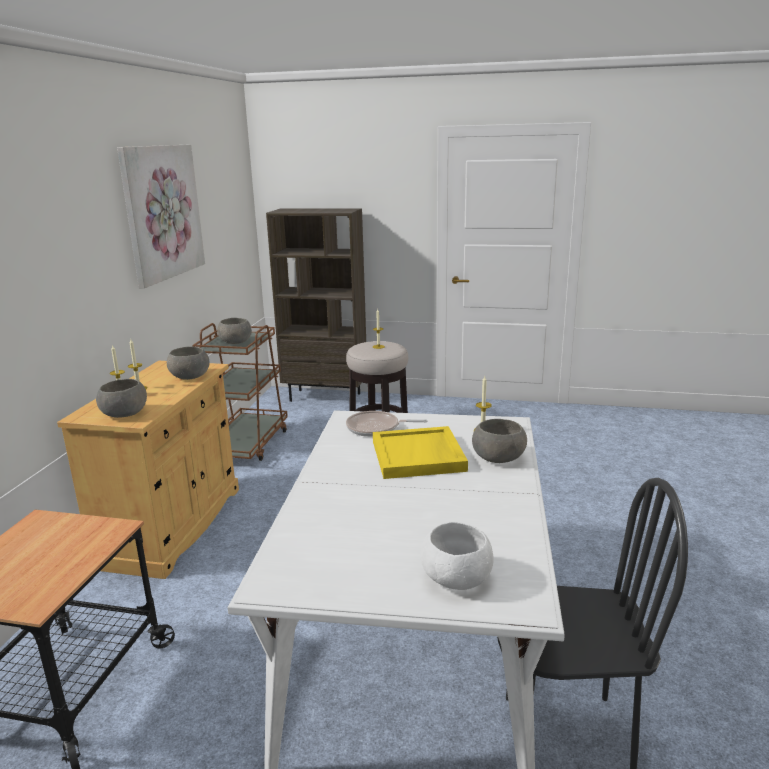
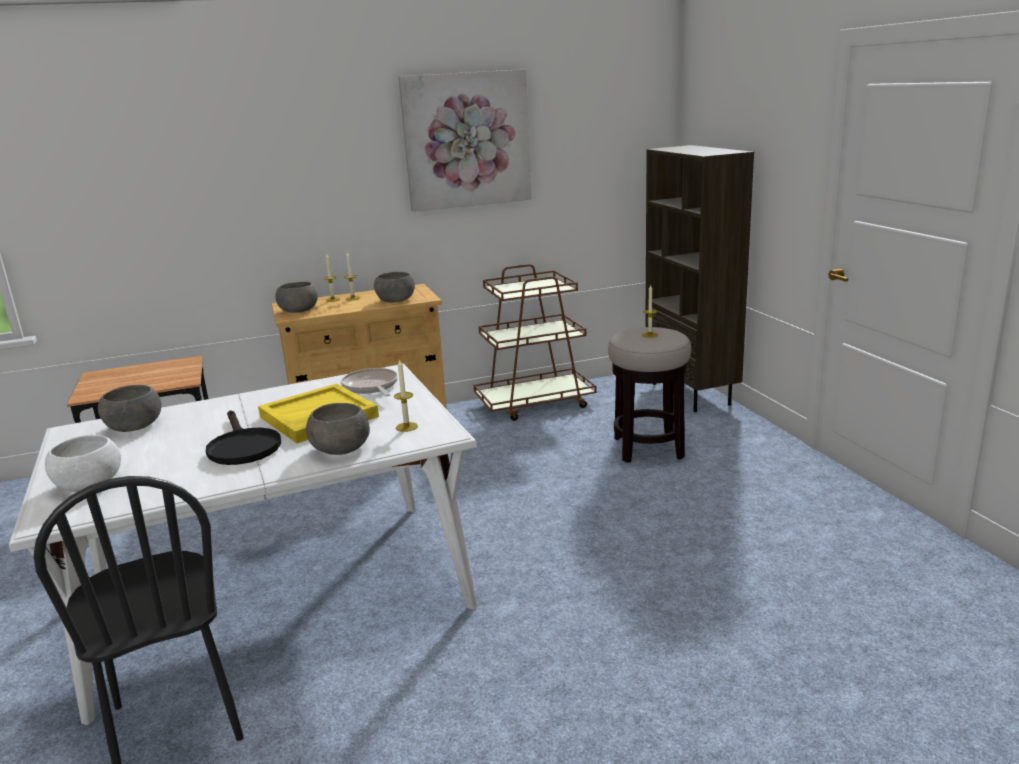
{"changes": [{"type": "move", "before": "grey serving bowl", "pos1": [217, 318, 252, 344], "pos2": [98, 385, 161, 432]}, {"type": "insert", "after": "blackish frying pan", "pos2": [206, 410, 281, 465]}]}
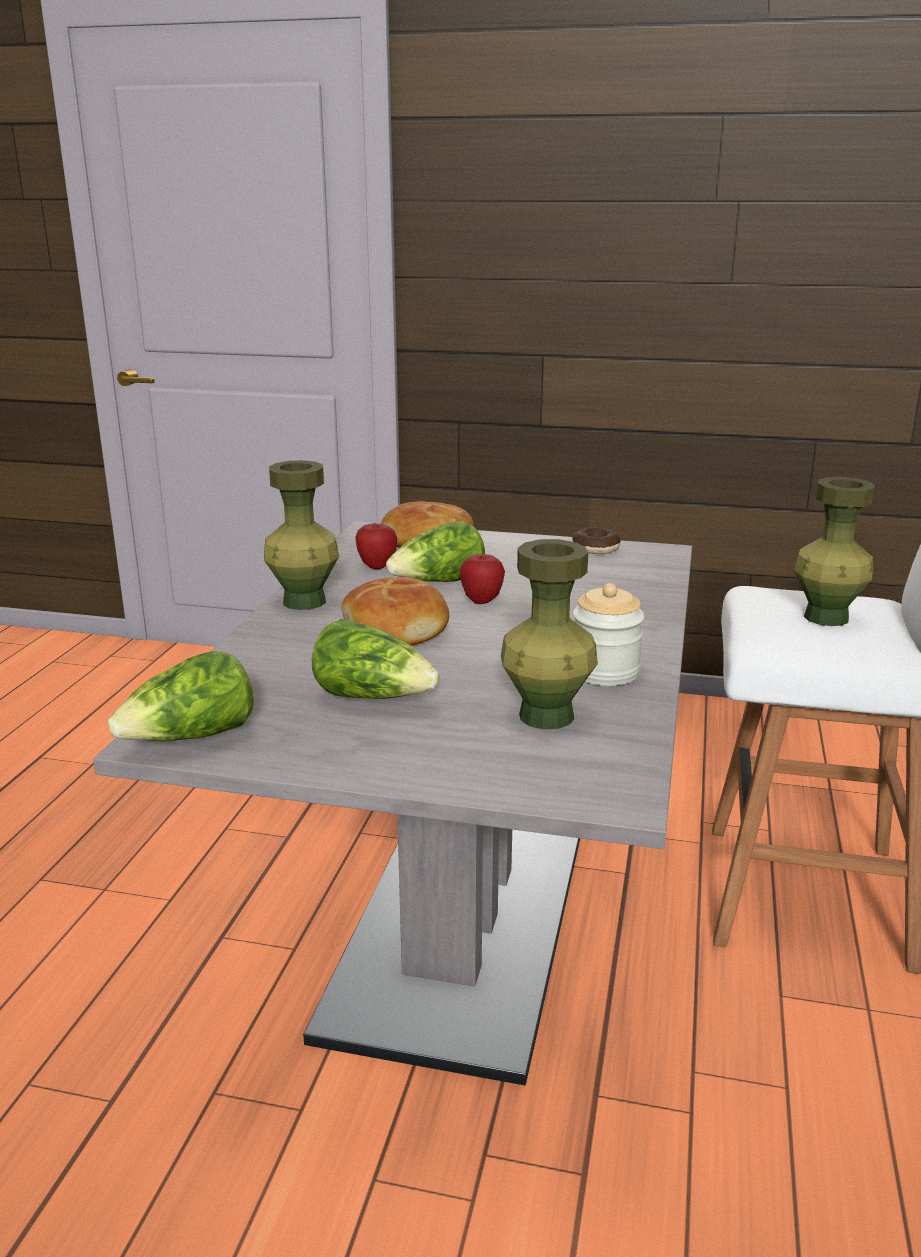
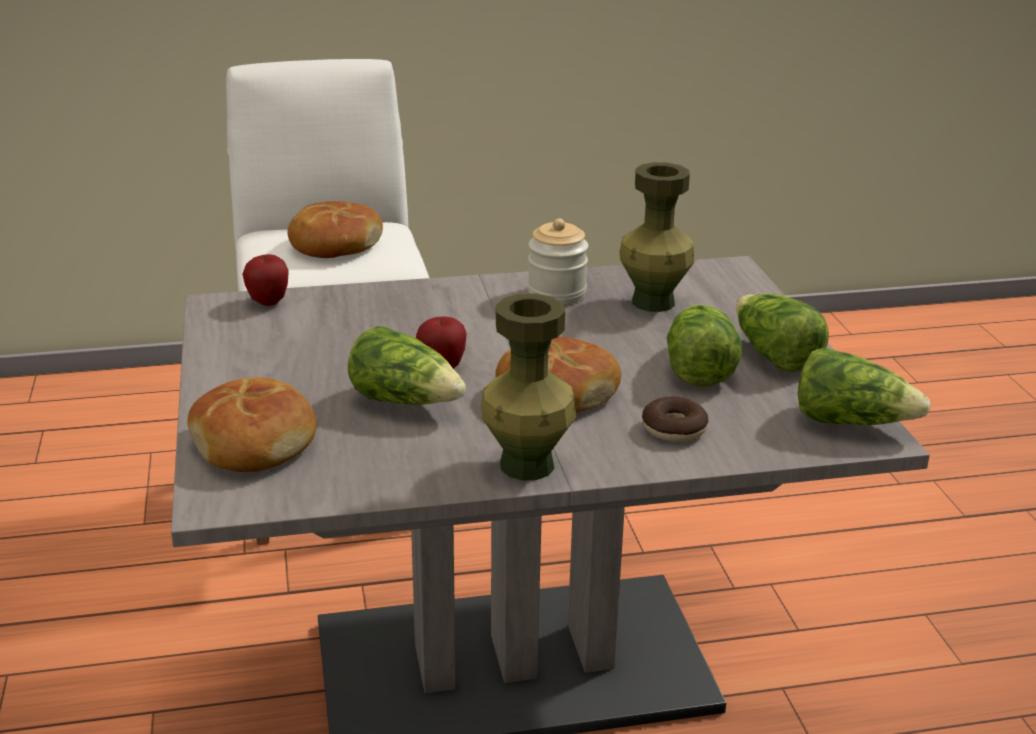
{"changes": [{"type": "move", "before": "apple", "pos1": [356, 523, 397, 569], "pos2": [242, 254, 289, 306]}, {"type": "replace", "before": "green decorative vase", "after": "bakery bread", "pos1": [794, 477, 875, 626], "pos2": [287, 201, 383, 258]}, {"type": "move", "before": "donut", "pos1": [572, 527, 621, 554], "pos2": [642, 396, 708, 442]}, {"type": "insert", "after": "lettuce", "pos2": [736, 294, 829, 372]}]}
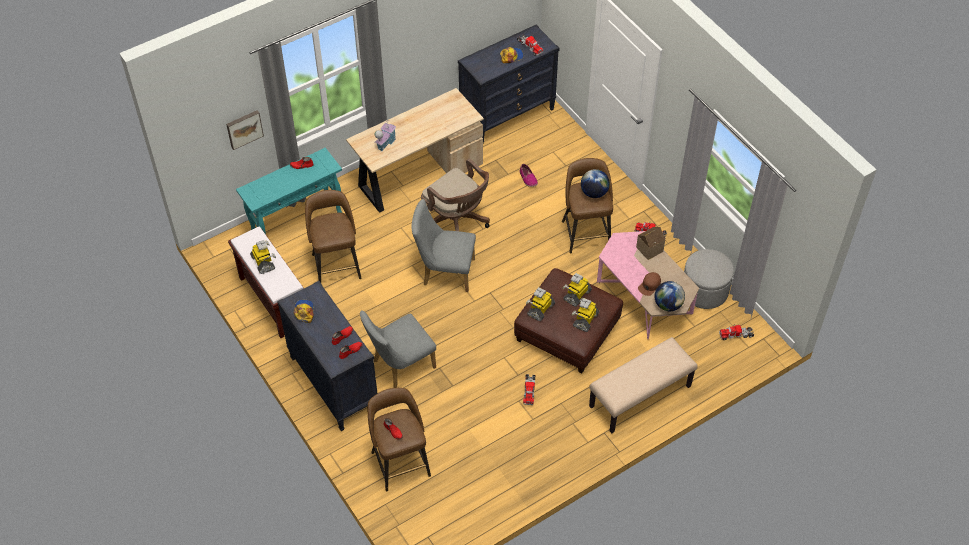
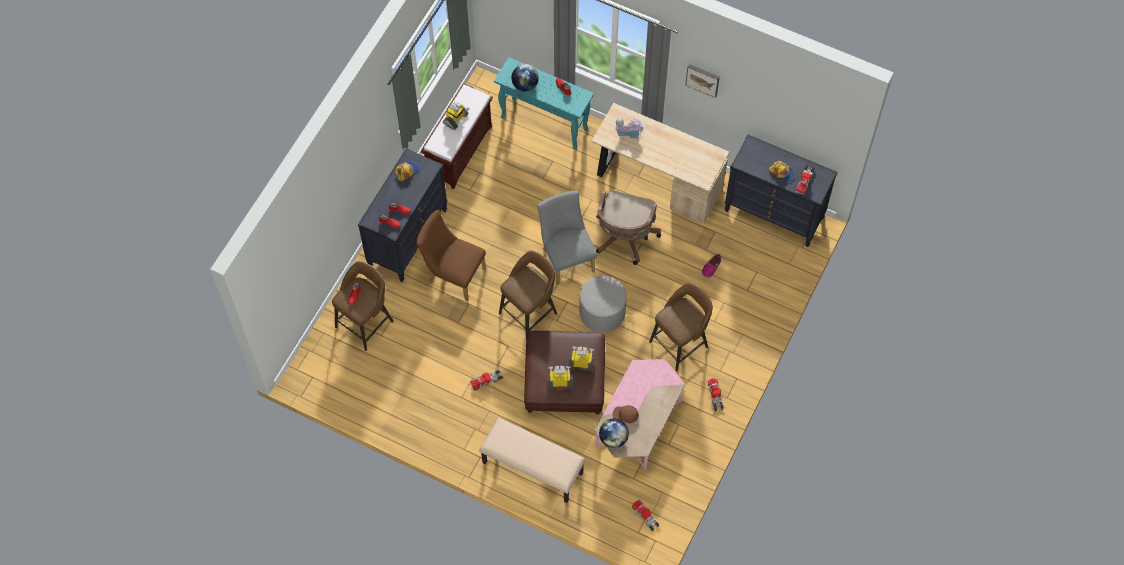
{"changes": [{"type": "recolor", "before": "grey plain chair", "after": "brown plain chair", "pos1": [360, 310, 436, 388], "pos2": [417, 210, 486, 301]}, {"type": "move", "before": "brown sitting stool", "pos1": [305, 190, 361, 283], "pos2": [499, 251, 557, 338]}, {"type": "move", "before": "globe", "pos1": [581, 169, 610, 198], "pos2": [511, 64, 539, 92]}, {"type": "move", "before": "grey footrest", "pos1": [684, 249, 734, 309], "pos2": [579, 276, 627, 332]}, {"type": "move", "before": "wall picture", "pos1": [226, 110, 264, 150], "pos2": [685, 64, 720, 98]}, {"type": "delete", "before": "robot figure", "pos1": [526, 287, 555, 321]}, {"type": "delete", "before": "model house", "pos1": [636, 227, 665, 260]}]}
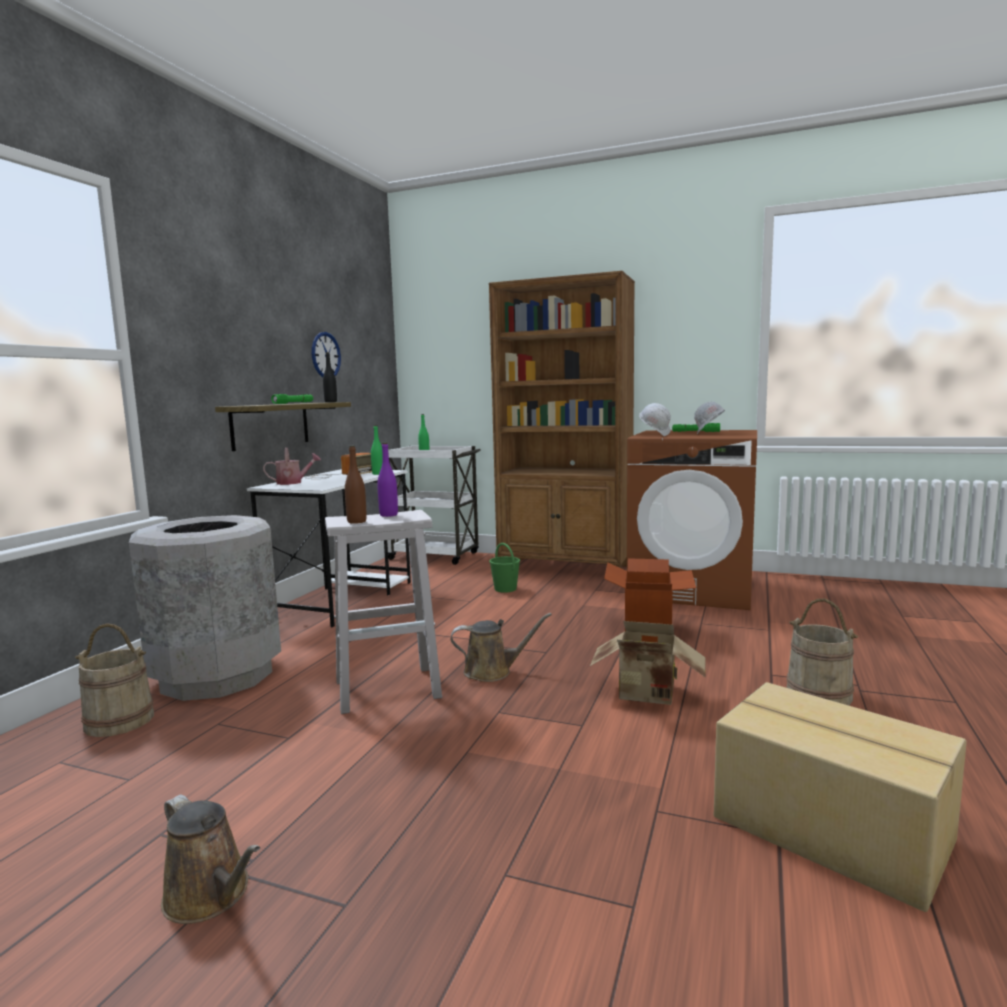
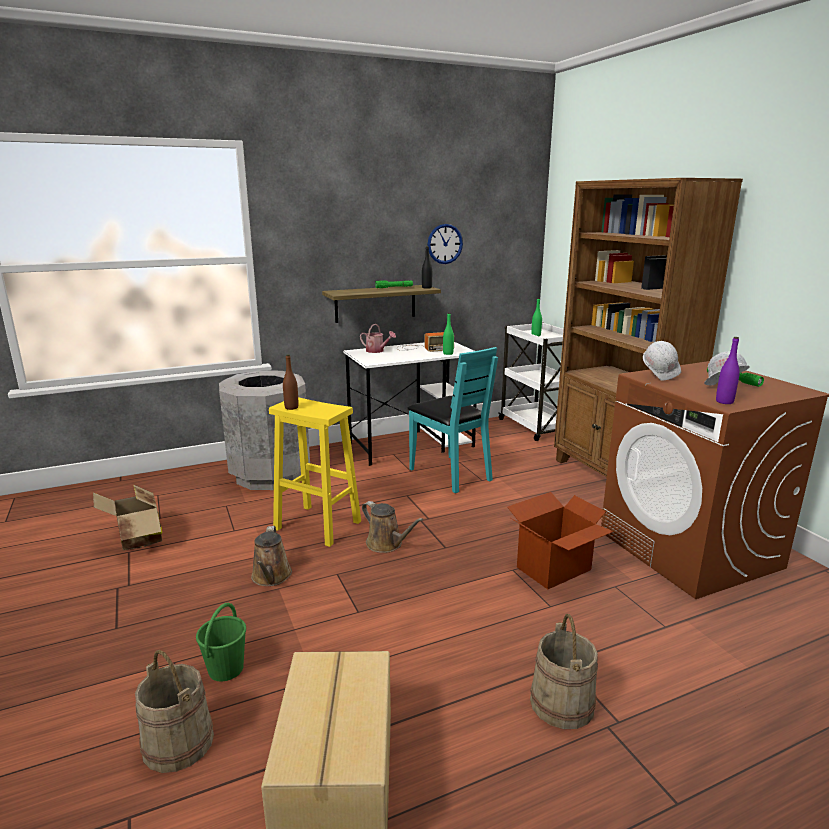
{"changes": [{"type": "move", "before": "packing box", "pos1": [590, 621, 705, 705], "pos2": [93, 484, 162, 550]}, {"type": "move", "before": "sand-coloured water bucket", "pos1": [75, 623, 154, 737], "pos2": [135, 650, 214, 773]}, {"type": "move", "before": "green water bucket", "pos1": [489, 543, 520, 593], "pos2": [196, 603, 246, 682]}, {"type": "move", "before": "brown watering can", "pos1": [161, 794, 260, 924], "pos2": [251, 526, 292, 586]}, {"type": "recolor", "before": "white sitting stool", "after": "yellow-coloured sitting stool", "pos1": [325, 510, 442, 714], "pos2": [269, 397, 361, 547]}, {"type": "insert", "after": "blue-green plain chair", "pos2": [407, 347, 498, 493]}, {"type": "move", "before": "purple bottle", "pos1": [377, 443, 398, 517], "pos2": [716, 337, 740, 404]}]}
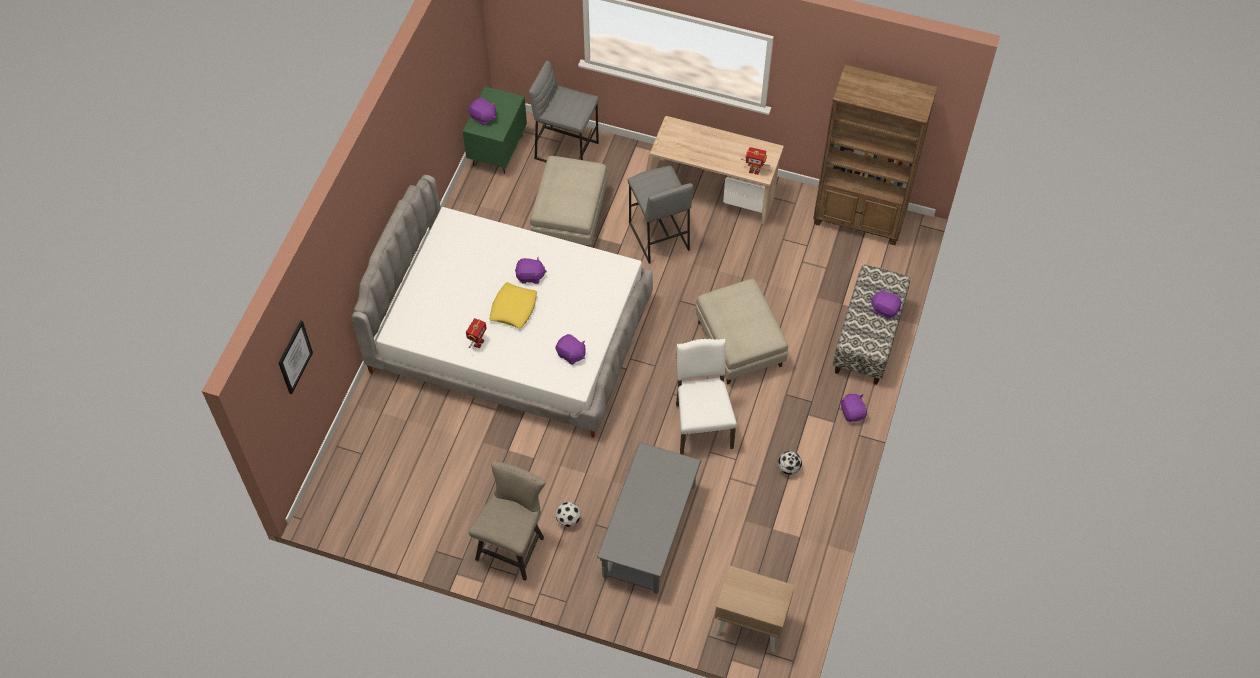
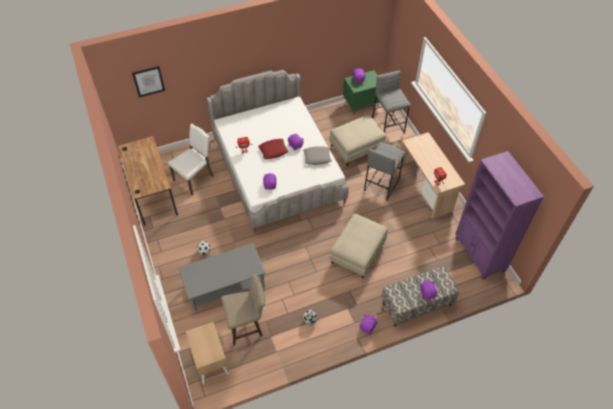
{"changes": [{"type": "insert", "after": "brown desk", "pos2": [118, 136, 178, 226]}, {"type": "move", "before": "white plain chair", "pos1": [676, 339, 737, 455], "pos2": [168, 124, 214, 195]}, {"type": "move", "before": "sand-coloured sitting stool", "pos1": [469, 461, 546, 581], "pos2": [221, 273, 265, 346]}, {"type": "recolor", "before": "yellow-coloured throw pillow", "after": "red-coloured throw pillow", "pos1": [489, 282, 537, 329], "pos2": [258, 139, 289, 159]}, {"type": "insert", "after": "grey throw pillow", "pos2": [303, 146, 332, 165]}, {"type": "recolor", "before": "brown bookshelf", "after": "purple bookshelf", "pos1": [813, 65, 937, 245], "pos2": [455, 151, 544, 280]}]}
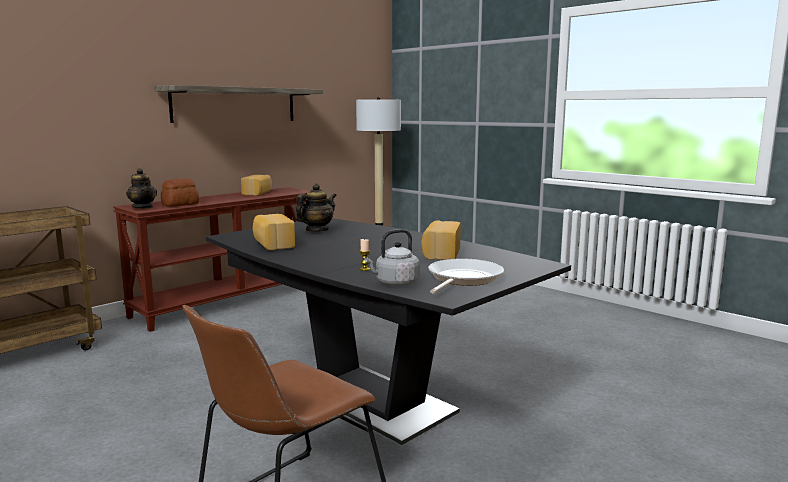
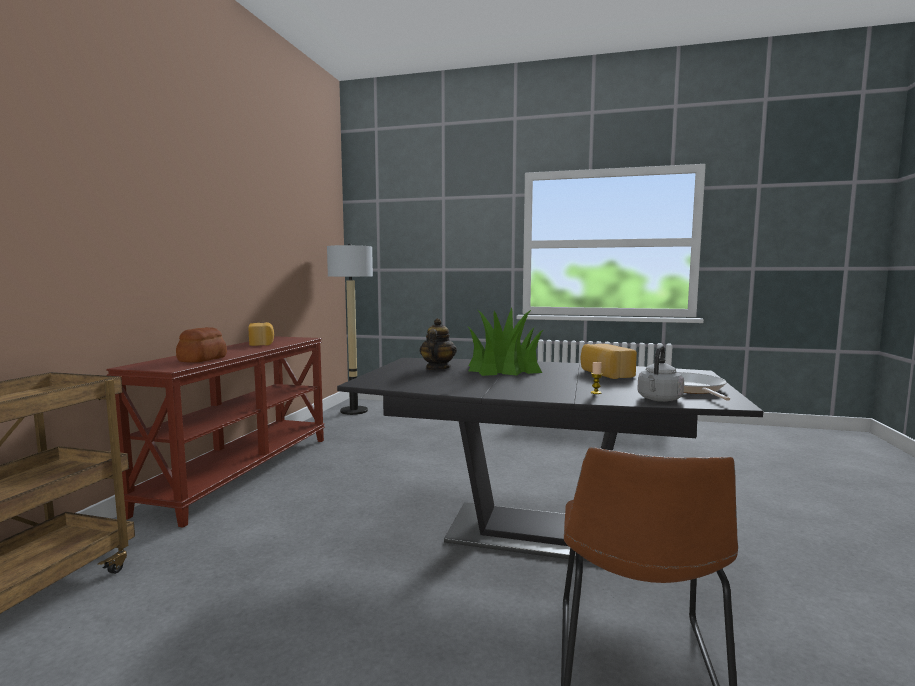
{"changes": [{"type": "insert", "after": "plant in a pot", "pos2": [468, 308, 543, 376]}, {"type": "delete", "before": "teapot", "pos1": [126, 168, 157, 208]}, {"type": "delete", "before": "wall shelf", "pos1": [155, 85, 323, 123]}, {"type": "delete", "before": "bakery bread", "pos1": [253, 214, 295, 251]}]}
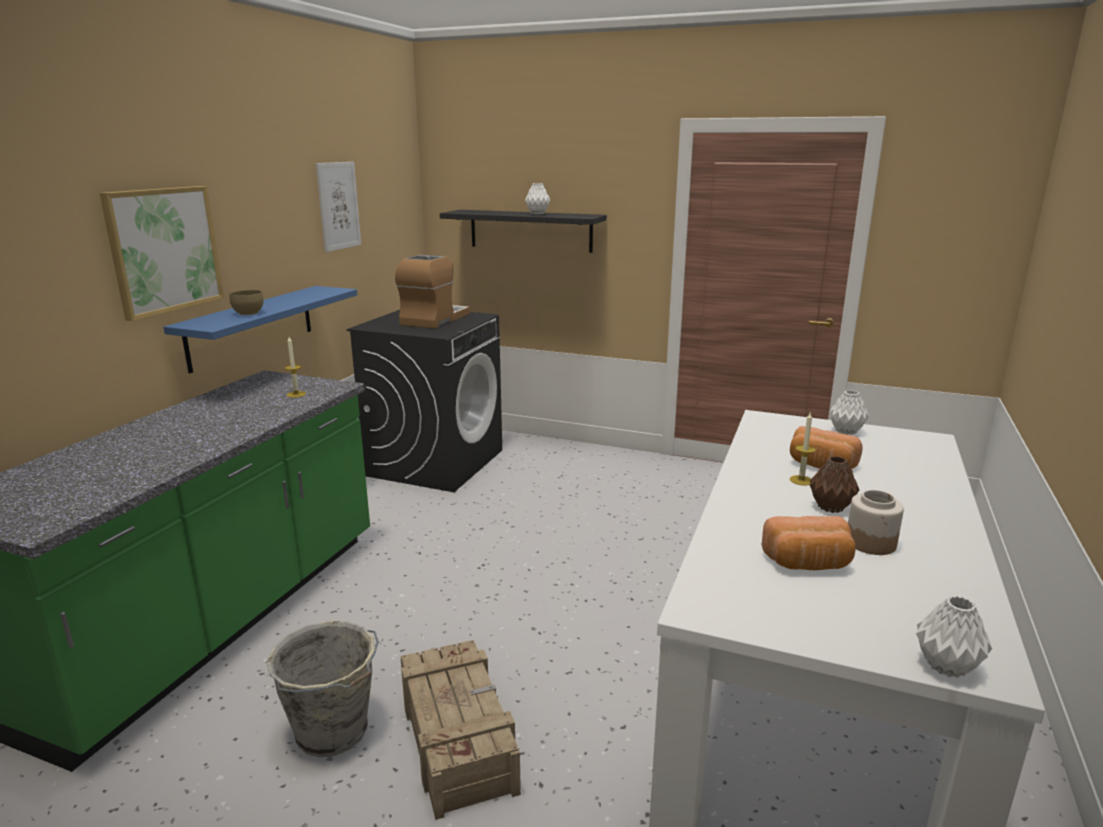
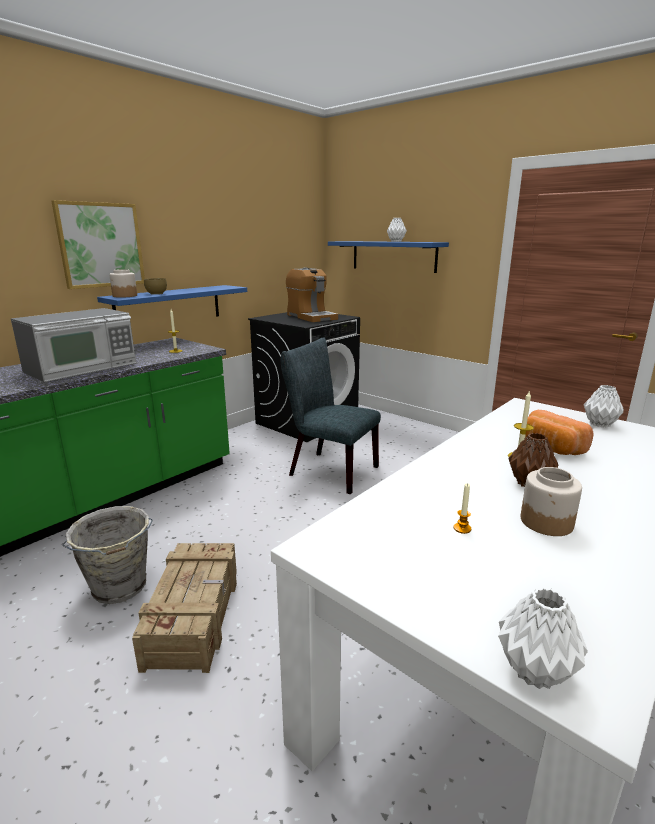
{"changes": [{"type": "insert", "after": "kitchen microwave", "pos2": [11, 308, 136, 382]}, {"type": "insert", "after": "storage jar", "pos2": [109, 269, 137, 298]}, {"type": "insert", "after": "grey plain chair", "pos2": [281, 337, 381, 494]}, {"type": "rotate", "before": "coffee brewer", "pos1": [395, 255, 470, 329], "pos2": [286, 268, 338, 322], "turn": 105}, {"type": "recolor", "before": "blackish wall shelf", "after": "blue-coloured wall shelf", "pos1": [440, 210, 607, 253], "pos2": [328, 241, 449, 273]}, {"type": "replace", "before": "bakery bread", "after": "wax light", "pos1": [762, 516, 856, 570], "pos2": [454, 483, 471, 534]}, {"type": "delete", "before": "wall picture", "pos1": [316, 162, 361, 252]}]}
